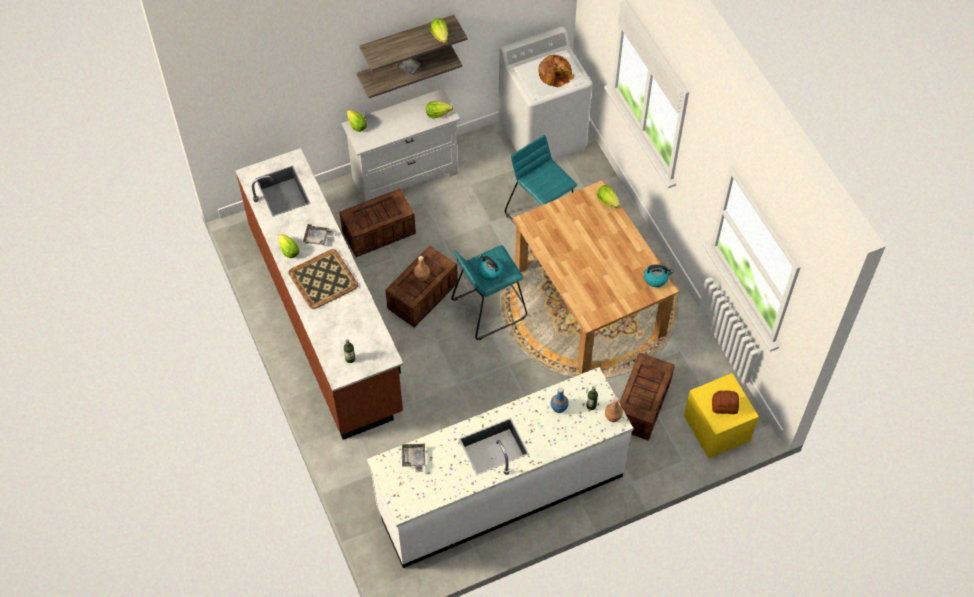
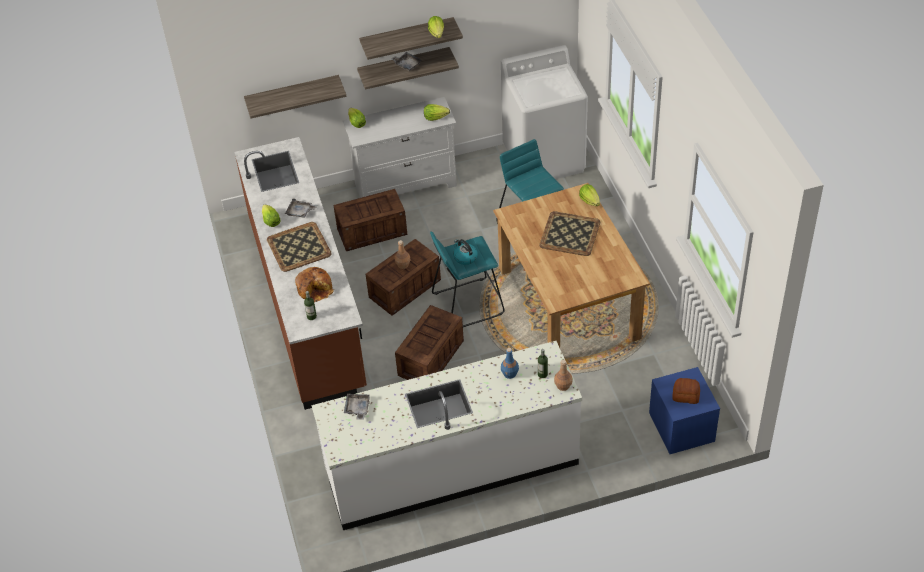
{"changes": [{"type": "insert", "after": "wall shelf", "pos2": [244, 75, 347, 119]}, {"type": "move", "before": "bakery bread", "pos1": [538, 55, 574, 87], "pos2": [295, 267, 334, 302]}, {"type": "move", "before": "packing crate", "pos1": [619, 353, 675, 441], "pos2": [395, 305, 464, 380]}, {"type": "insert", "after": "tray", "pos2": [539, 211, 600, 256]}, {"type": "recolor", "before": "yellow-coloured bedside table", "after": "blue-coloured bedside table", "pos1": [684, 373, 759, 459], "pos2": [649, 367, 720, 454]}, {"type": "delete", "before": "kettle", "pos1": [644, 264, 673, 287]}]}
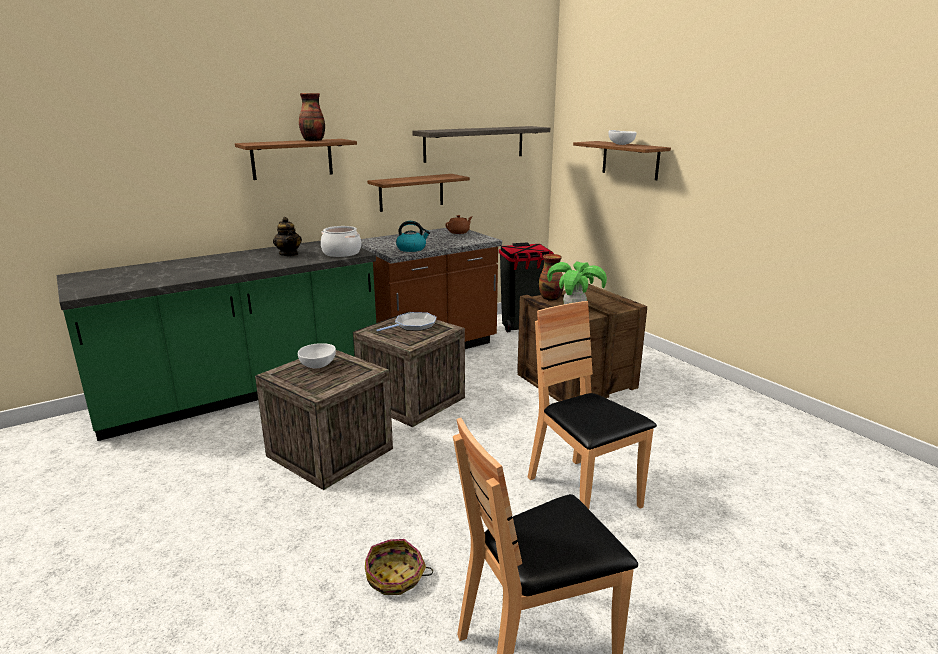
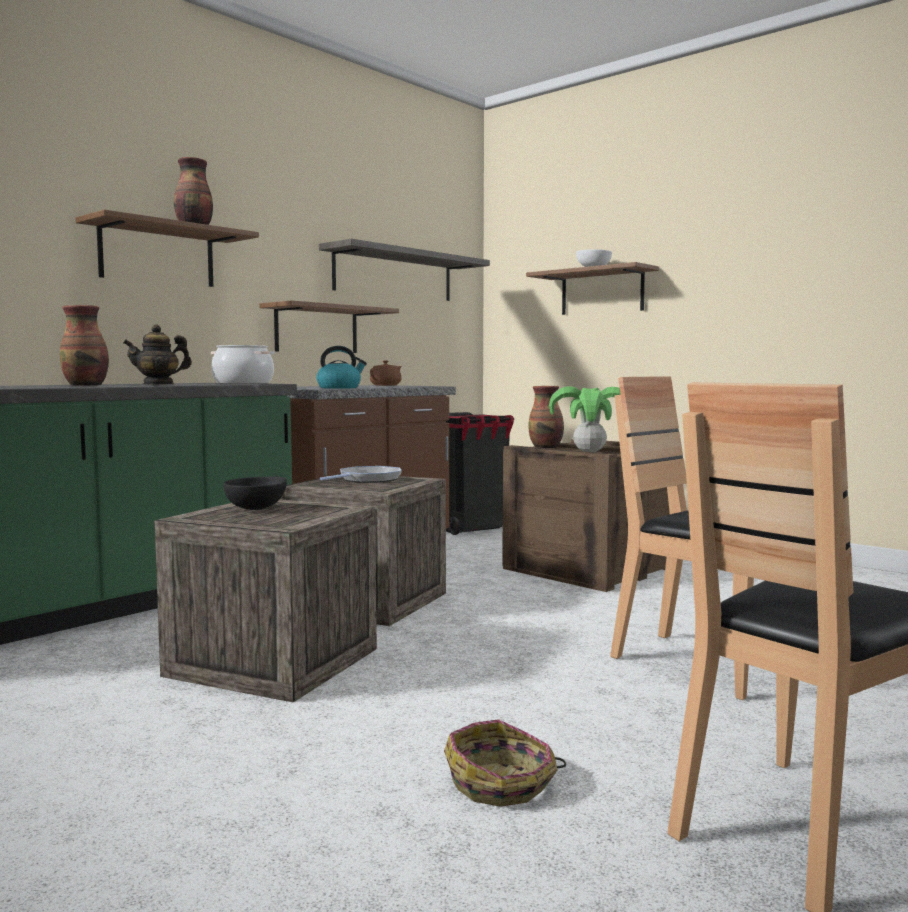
{"changes": [{"type": "insert", "after": "decorative vase", "pos2": [60, 305, 109, 386]}, {"type": "rotate", "before": "teapot", "pos1": [273, 217, 302, 256], "pos2": [123, 324, 192, 385], "turn": 105}, {"type": "recolor", "before": "white serving bowl", "after": "blackish serving bowl", "pos1": [298, 343, 336, 368], "pos2": [224, 477, 287, 510]}]}
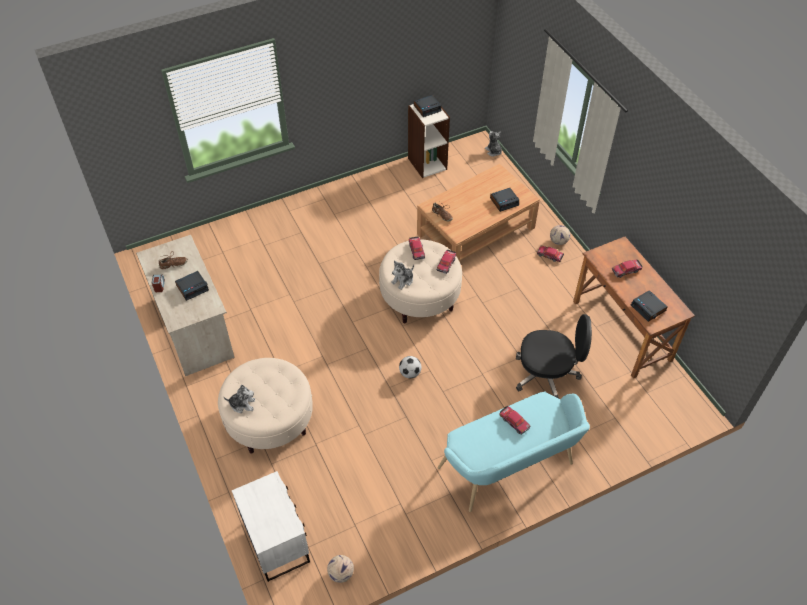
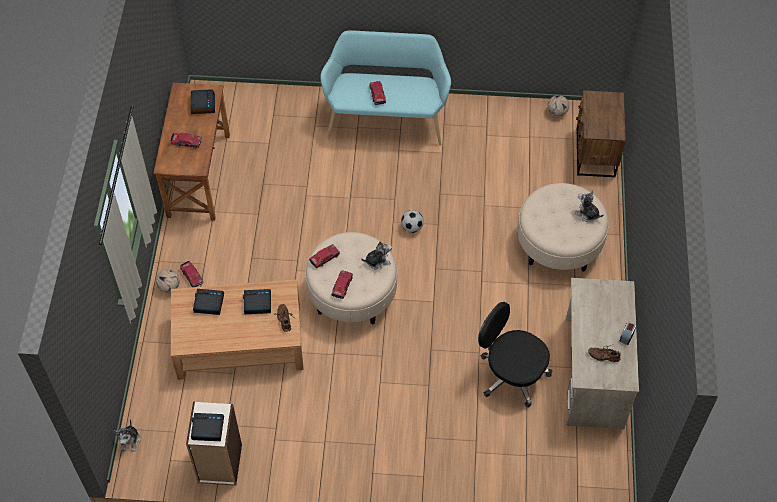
{"changes": [{"type": "move", "before": "bedside clock", "pos1": [175, 271, 209, 301], "pos2": [243, 289, 271, 314]}, {"type": "move", "before": "blackish desk chair", "pos1": [516, 314, 592, 398], "pos2": [478, 302, 552, 408]}, {"type": "recolor", "before": "white bedside table", "after": "brown bedside table", "pos1": [232, 471, 310, 582], "pos2": [576, 90, 626, 178]}]}
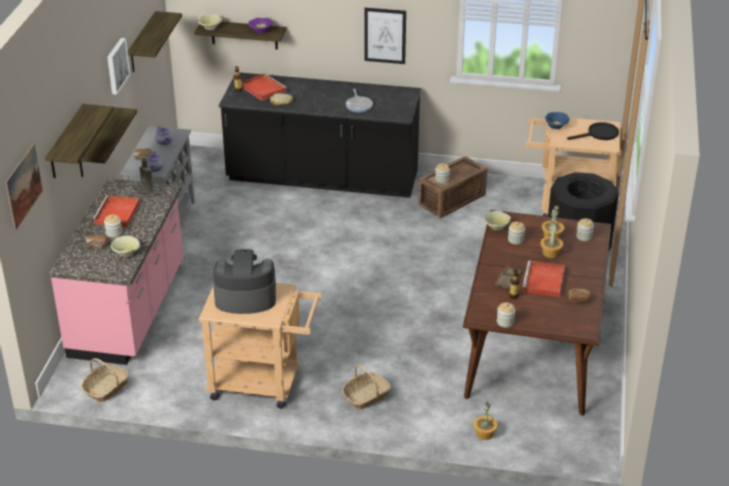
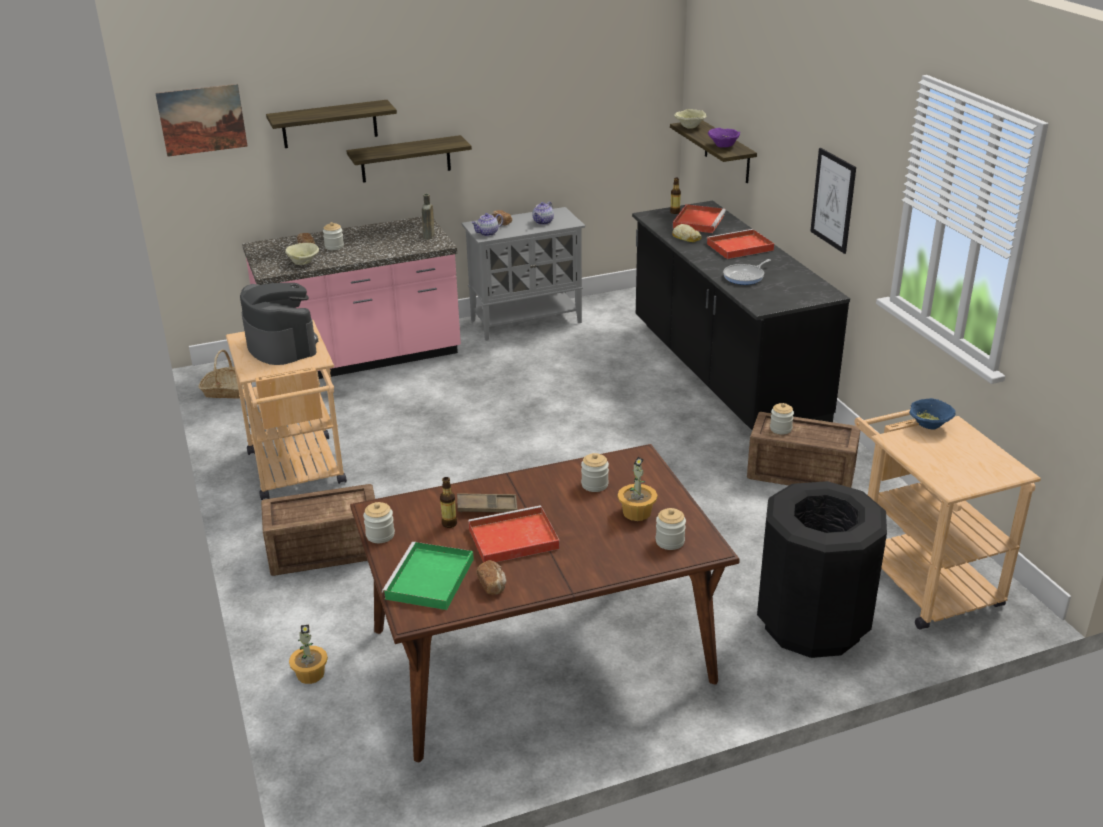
{"changes": [{"type": "replace", "before": "storage basket", "after": "packing crate", "pos1": [342, 365, 391, 410], "pos2": [261, 484, 375, 576]}, {"type": "insert", "after": "green tray", "pos2": [382, 542, 474, 610]}, {"type": "move", "before": "red-coloured tray", "pos1": [92, 195, 140, 227], "pos2": [706, 229, 774, 259]}, {"type": "delete", "before": "wall picture", "pos1": [107, 38, 130, 95]}, {"type": "delete", "before": "wall shelf", "pos1": [128, 11, 182, 72]}, {"type": "delete", "before": "sand-coloured serving bowl", "pos1": [484, 211, 511, 231]}, {"type": "delete", "before": "plant in a pot", "pos1": [540, 222, 564, 258]}, {"type": "delete", "before": "blackish frying pan", "pos1": [567, 122, 619, 140]}]}
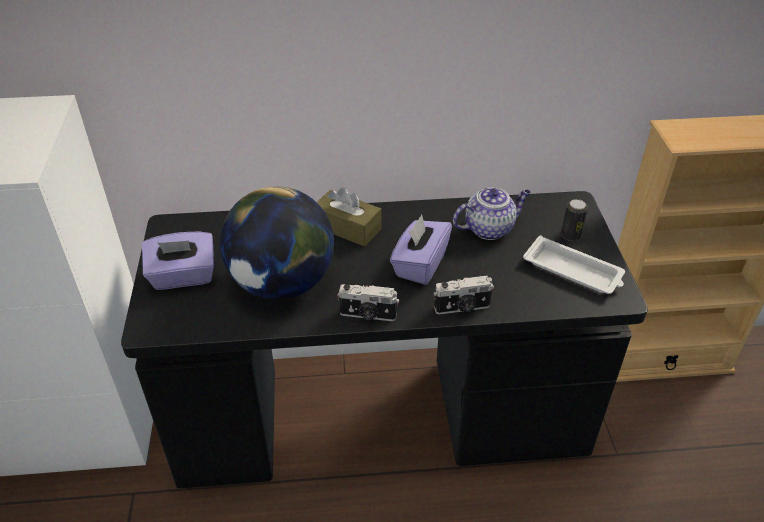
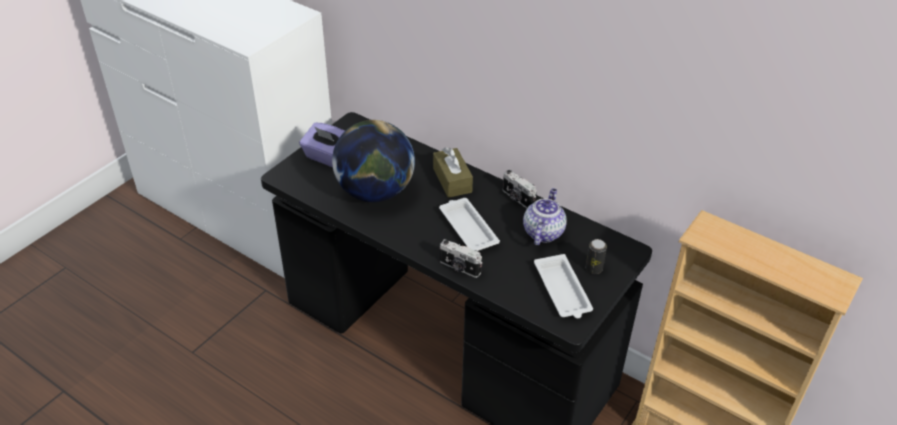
{"changes": [{"type": "replace", "before": "purple tissue box", "after": "white tray", "pos1": [390, 215, 452, 285], "pos2": [439, 198, 500, 251]}, {"type": "move", "before": "photo camera", "pos1": [337, 284, 399, 321], "pos2": [503, 170, 537, 208]}, {"type": "rotate", "before": "teapot", "pos1": [453, 187, 531, 240], "pos2": [523, 188, 567, 245], "turn": -90}]}
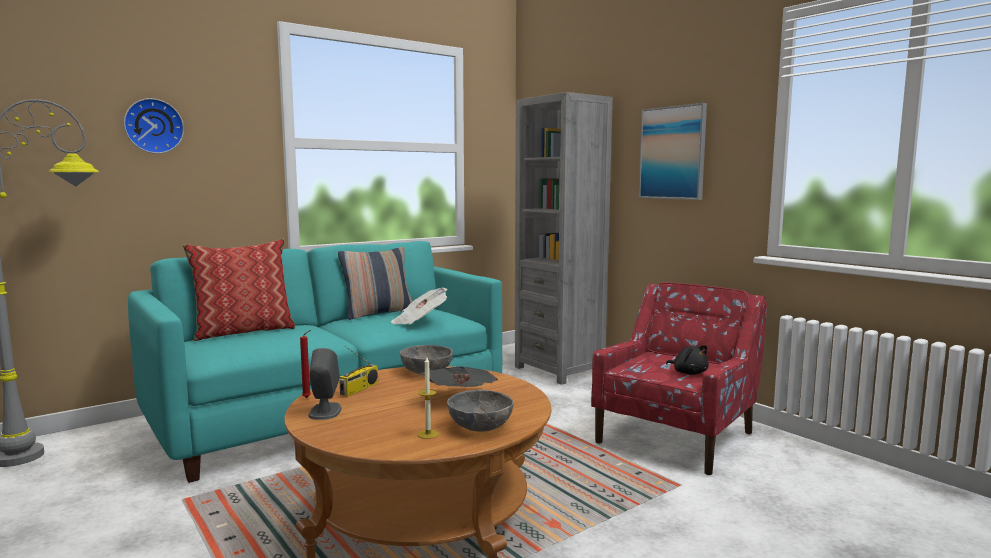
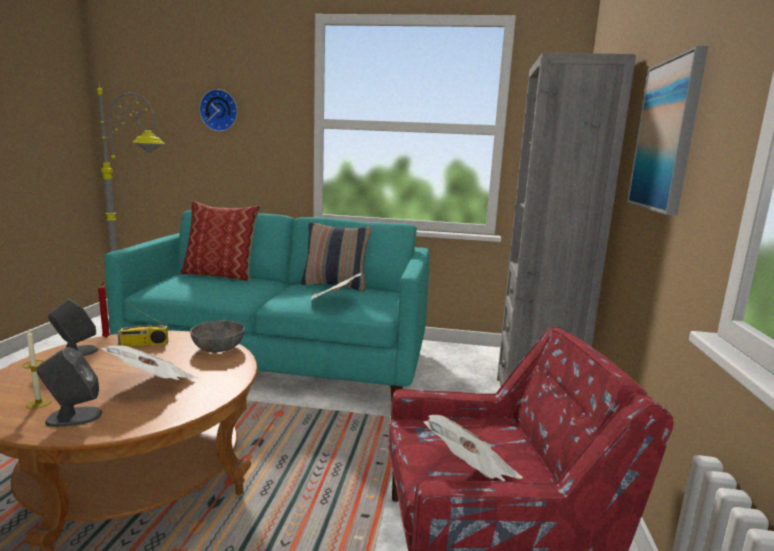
{"changes": [{"type": "replace", "before": "grey serving bowl", "after": "grey loudspeaker", "pos1": [447, 390, 514, 432], "pos2": [37, 347, 102, 427]}, {"type": "replace", "before": "blackish soft toy", "after": "newspaper", "pos1": [666, 345, 709, 375], "pos2": [423, 415, 523, 482]}]}
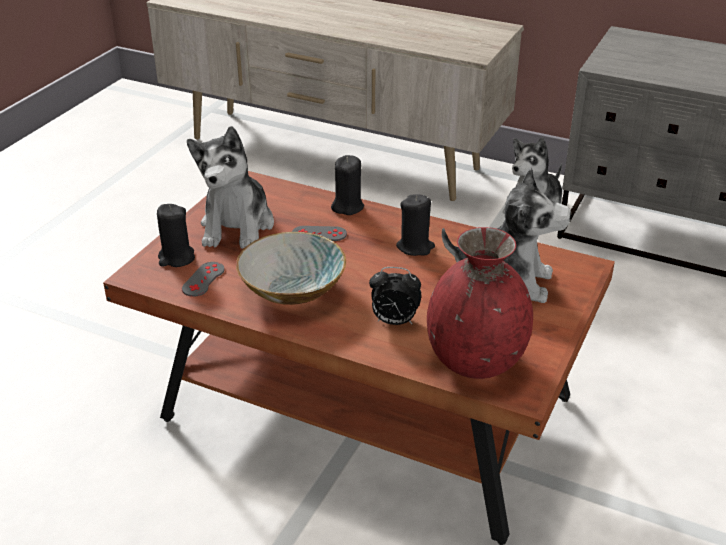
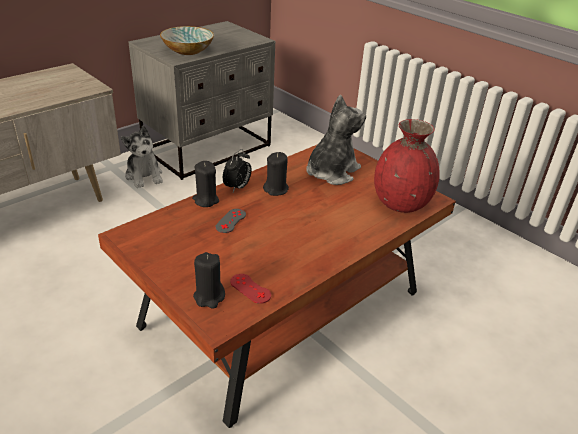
{"changes": [{"type": "move", "before": "serving bowl", "pos1": [236, 232, 346, 305], "pos2": [160, 26, 214, 55]}, {"type": "move", "before": "bedside clock", "pos1": [369, 267, 421, 325], "pos2": [223, 149, 252, 192]}, {"type": "recolor", "before": "grey gamepad", "after": "red-coloured gamepad", "pos1": [182, 262, 225, 297], "pos2": [230, 274, 271, 304]}, {"type": "delete", "before": "soft toy", "pos1": [187, 126, 274, 249]}]}
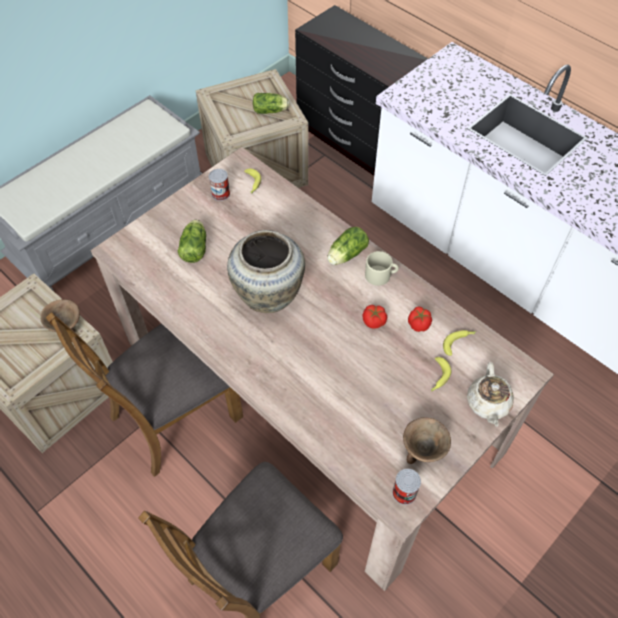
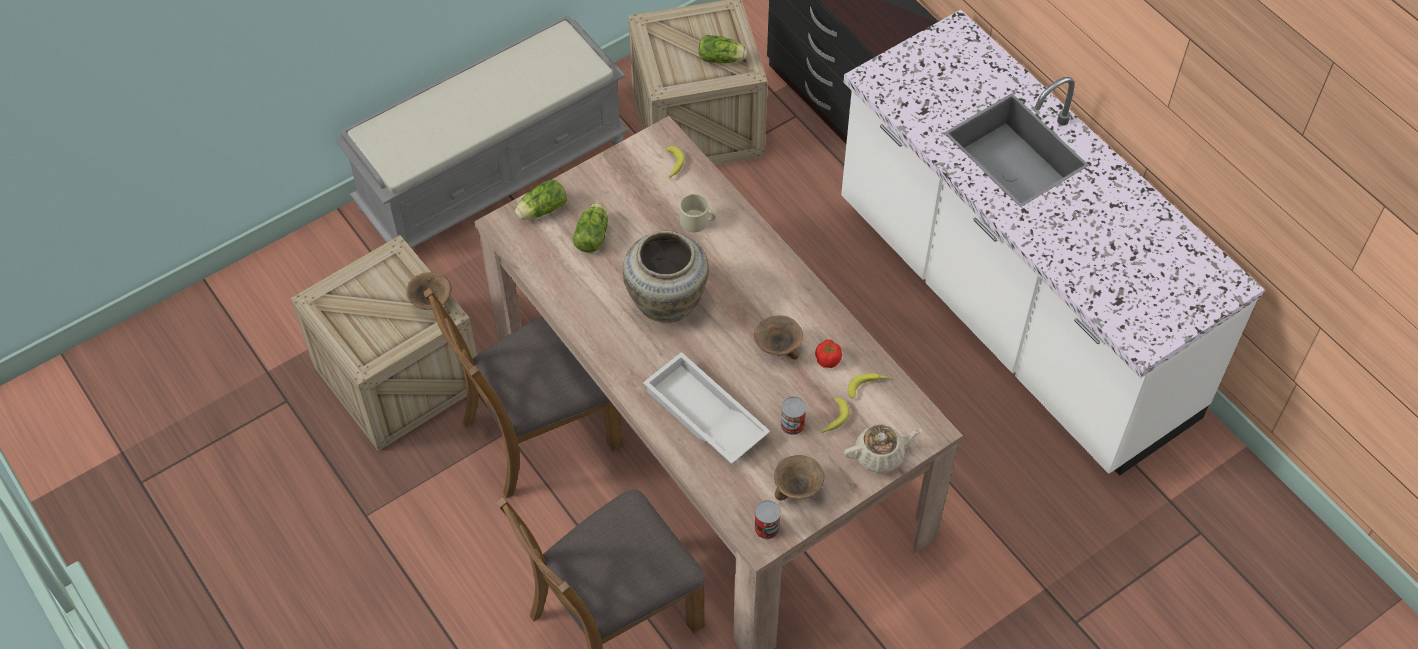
{"changes": [{"type": "move", "before": "lettuce", "pos1": [327, 227, 369, 265], "pos2": [515, 180, 567, 220]}, {"type": "insert", "after": "white tray", "pos2": [643, 352, 770, 464]}, {"type": "move", "before": "sand-coloured tea mug", "pos1": [365, 251, 399, 286], "pos2": [679, 194, 716, 233]}, {"type": "replace", "before": "tomato", "after": "brown serving bowl", "pos1": [362, 305, 387, 329], "pos2": [754, 315, 803, 360]}, {"type": "move", "before": "can", "pos1": [209, 169, 230, 201], "pos2": [780, 396, 806, 435]}, {"type": "rotate", "before": "sand-coloured teapot", "pos1": [467, 362, 514, 427], "pos2": [844, 424, 922, 473], "turn": -120}]}
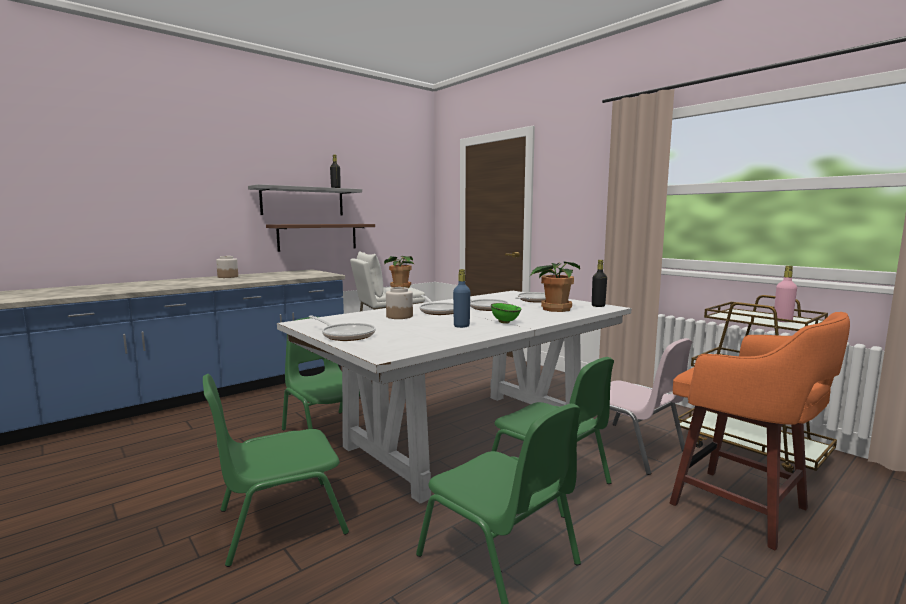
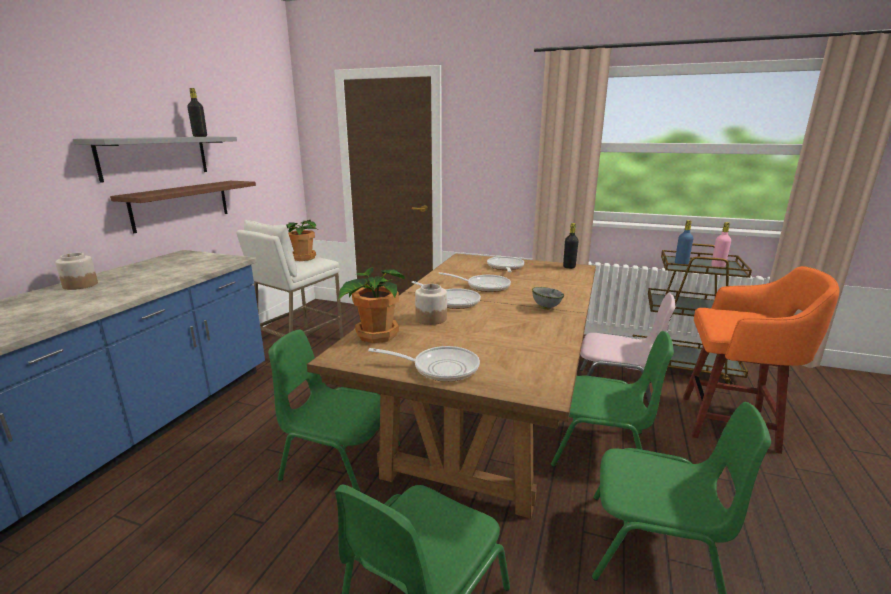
{"changes": [{"type": "recolor", "before": "white kitchen table", "after": "brown kitchen table", "pos1": [277, 291, 632, 504], "pos2": [307, 253, 596, 518]}, {"type": "move", "before": "plant in a pot", "pos1": [530, 261, 580, 312], "pos2": [338, 267, 405, 343]}, {"type": "recolor", "before": "green serving bowl", "after": "grey serving bowl", "pos1": [491, 303, 521, 324], "pos2": [532, 287, 564, 310]}, {"type": "move", "before": "blue-coloured bottle", "pos1": [453, 269, 470, 328], "pos2": [675, 220, 693, 264]}]}
